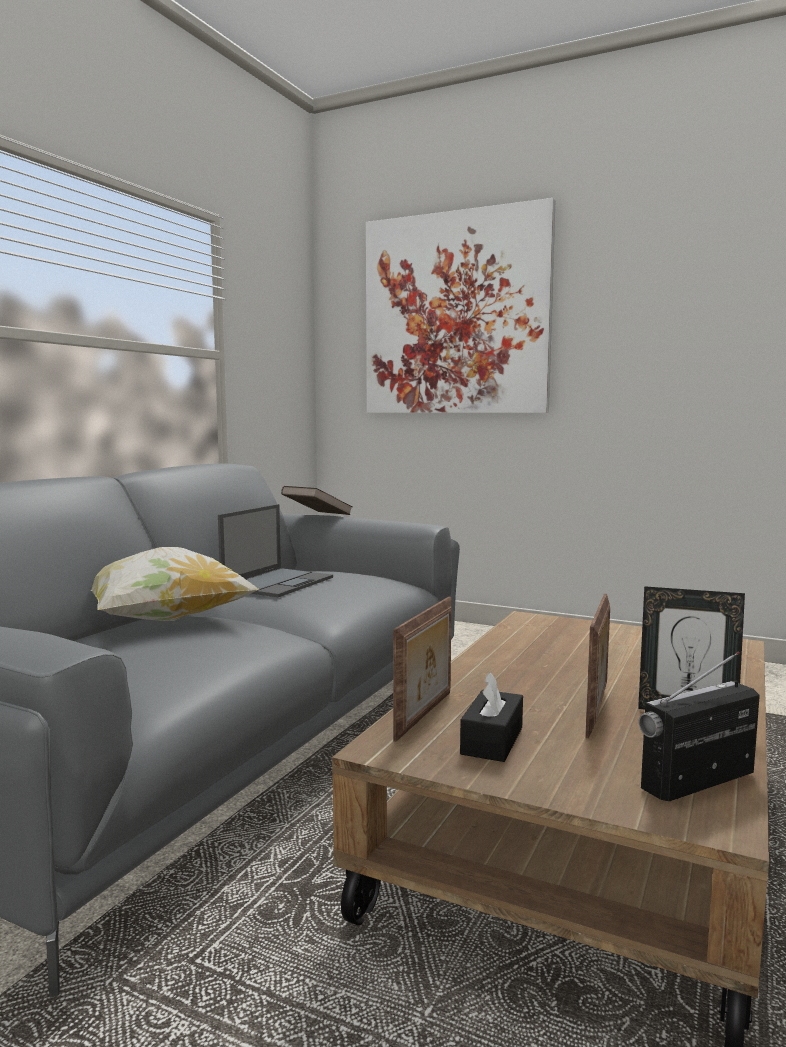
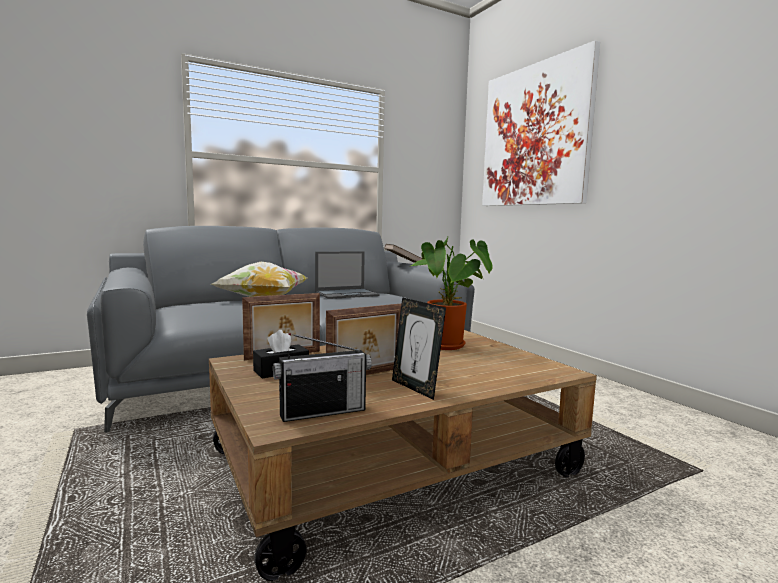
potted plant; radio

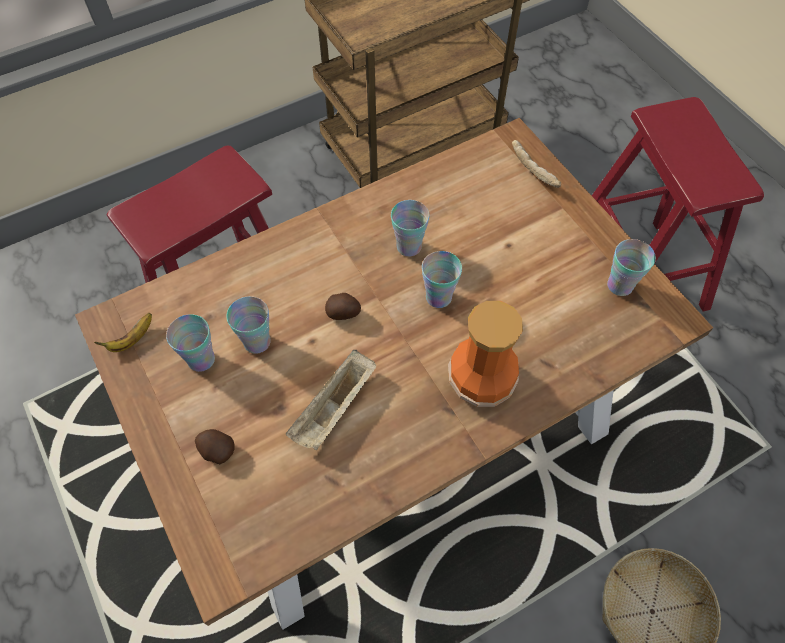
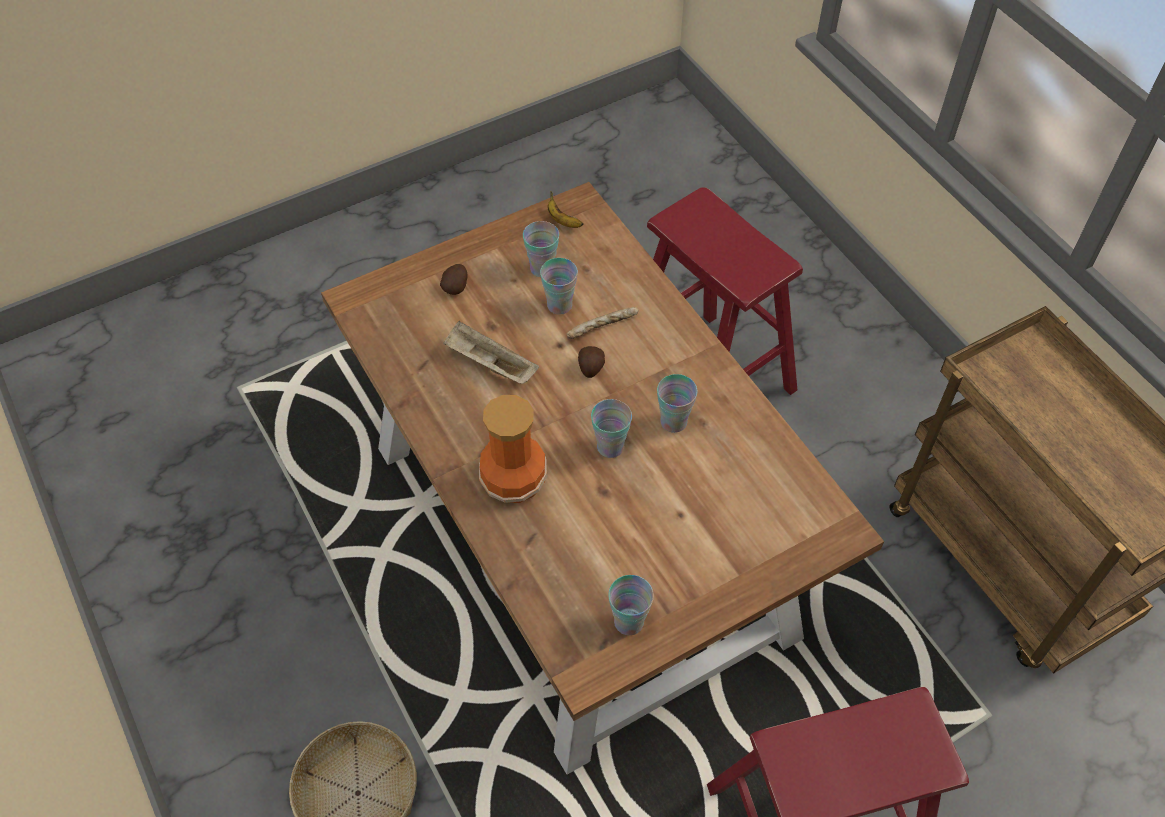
bread

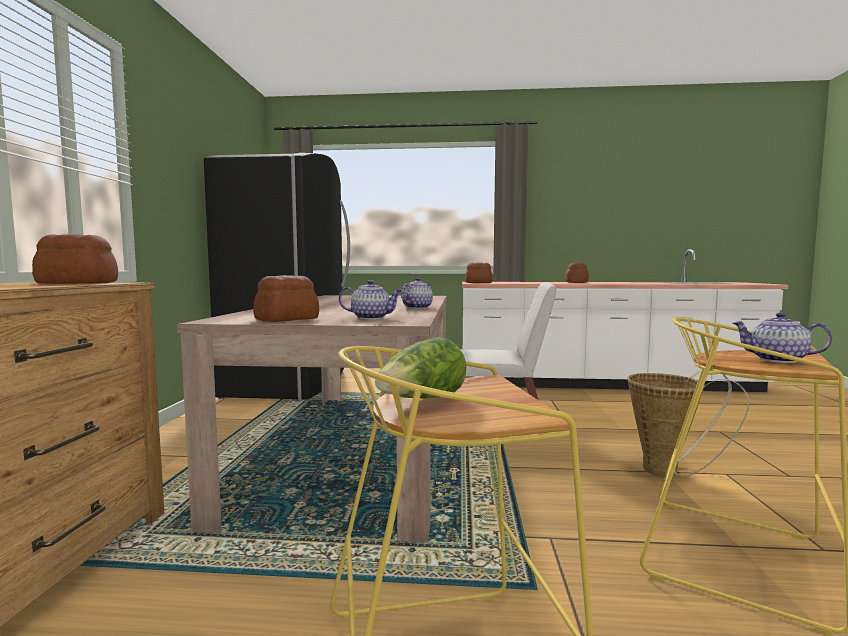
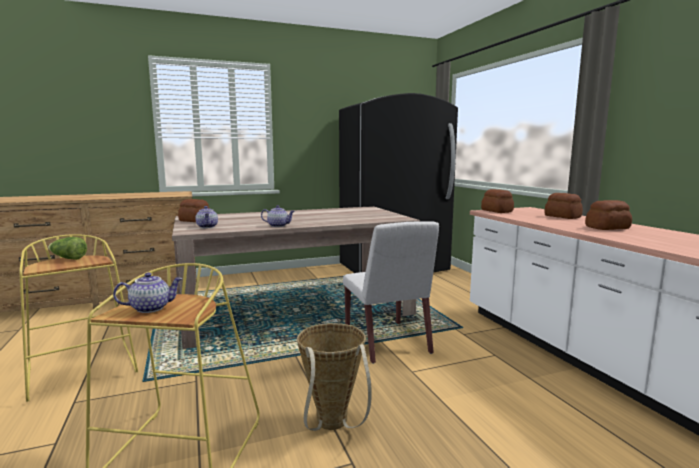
bread (no. 3 from left); teapot (no. 1 from left)

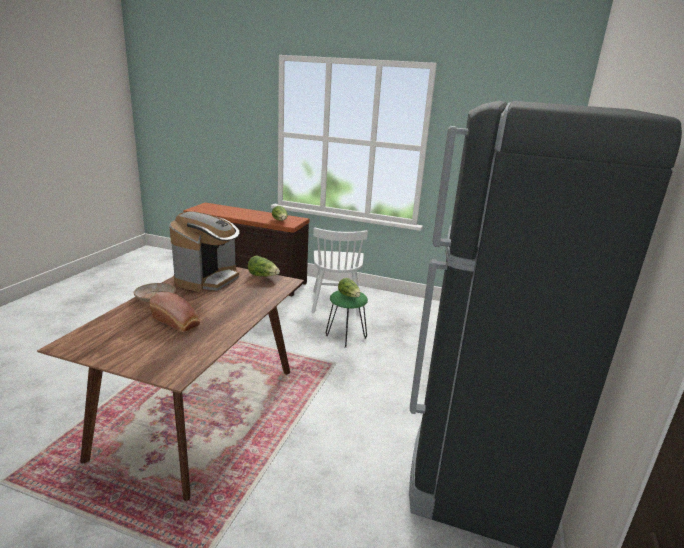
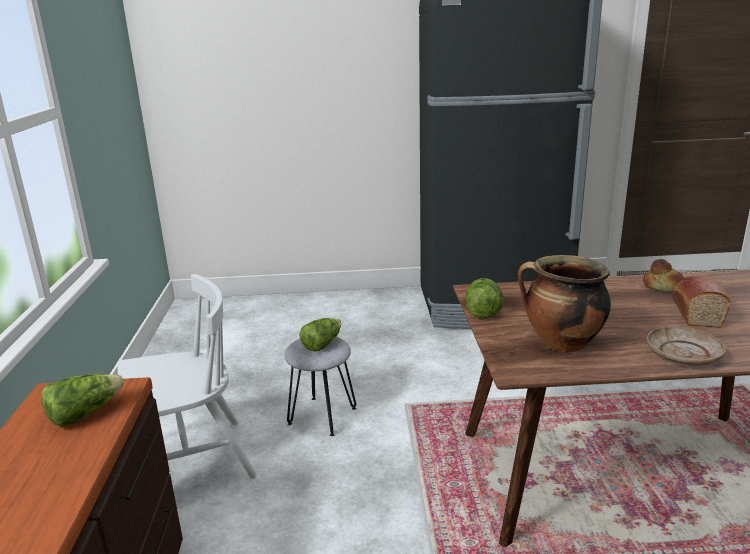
bread (no. 1 from left); cooking pot; stool (grey)

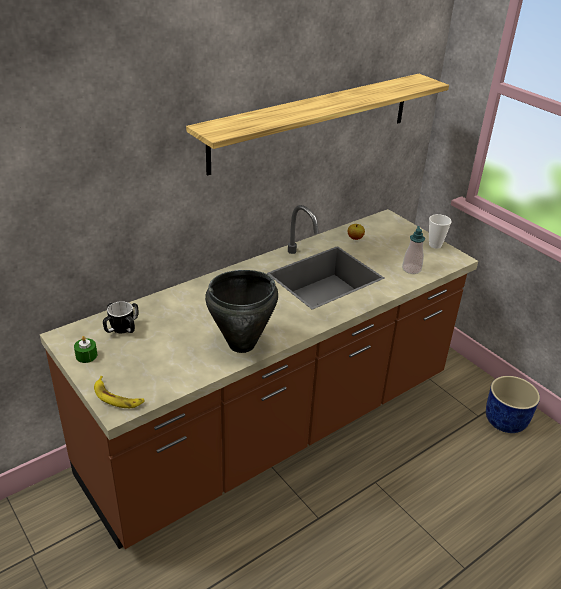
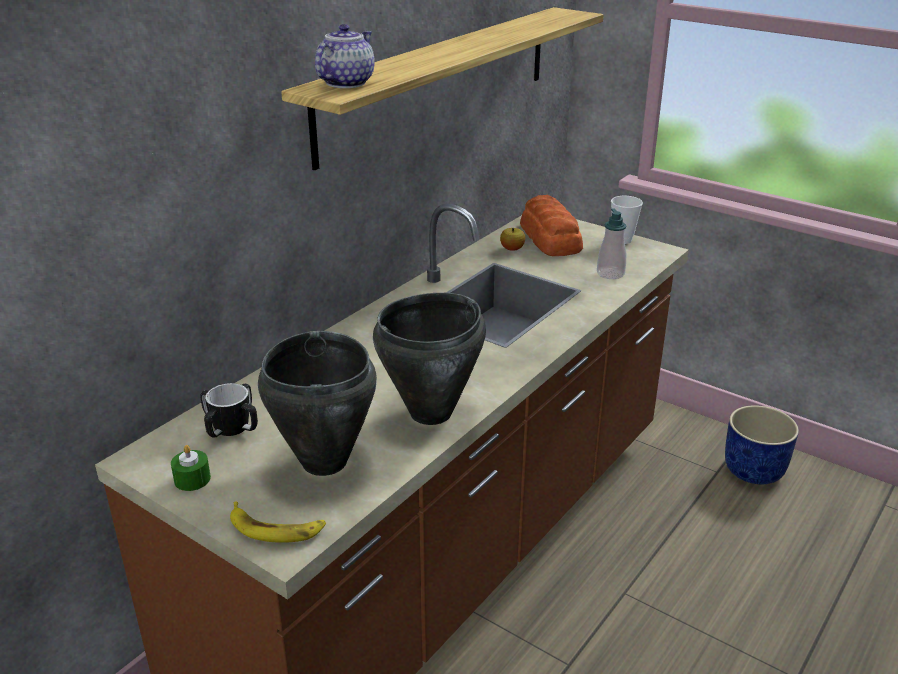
cooking pot (black) (no. 1 from left); teapot; bread

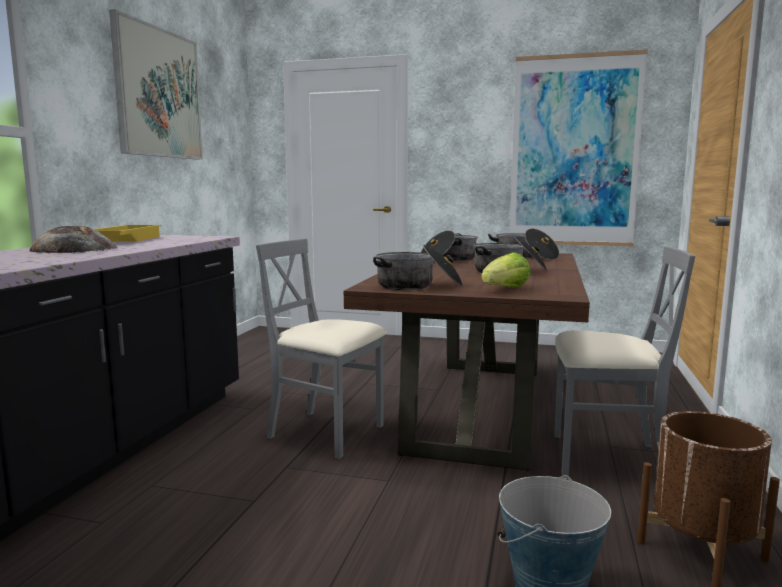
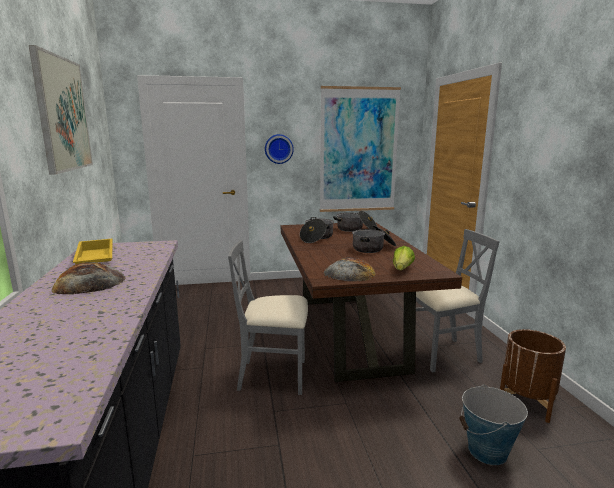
wall clock; bread (no. 2 from left)

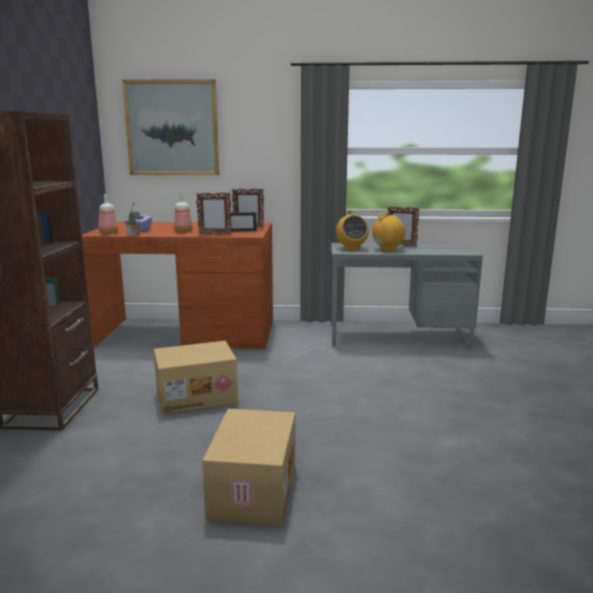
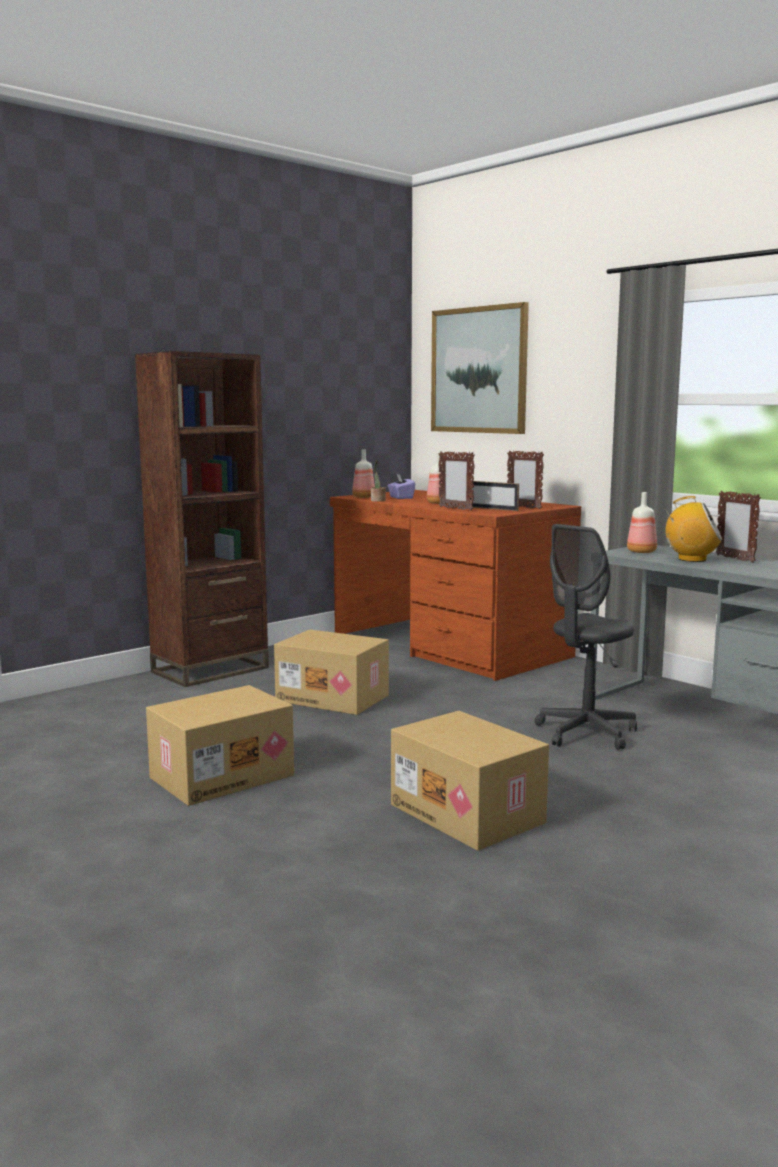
cardboard box (no. 3 from left); office chair (grey); bottle (no. 3 from left)

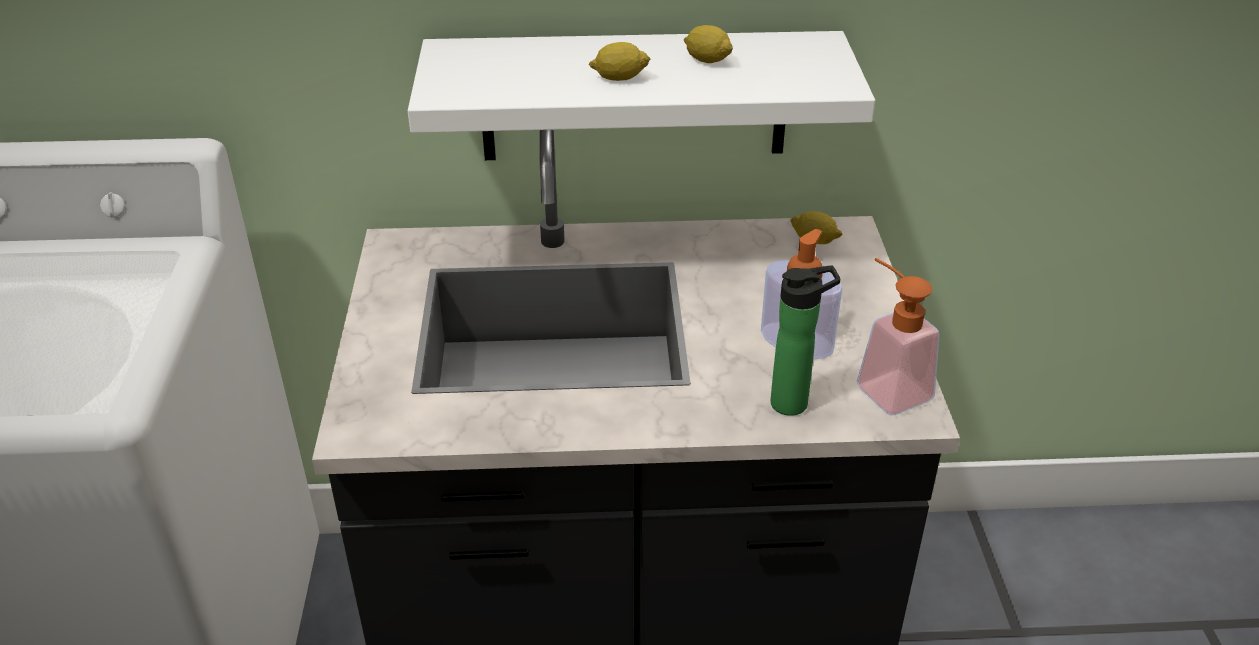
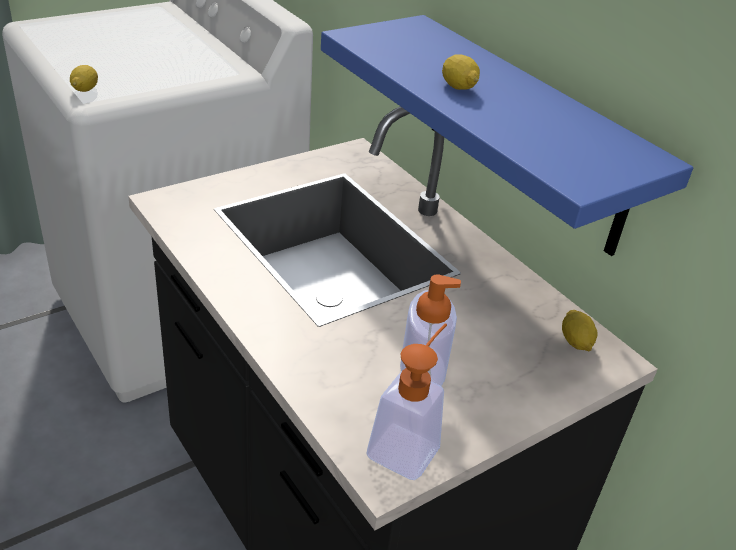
bottle; lemon (no. 1 from left); shelf (blue)

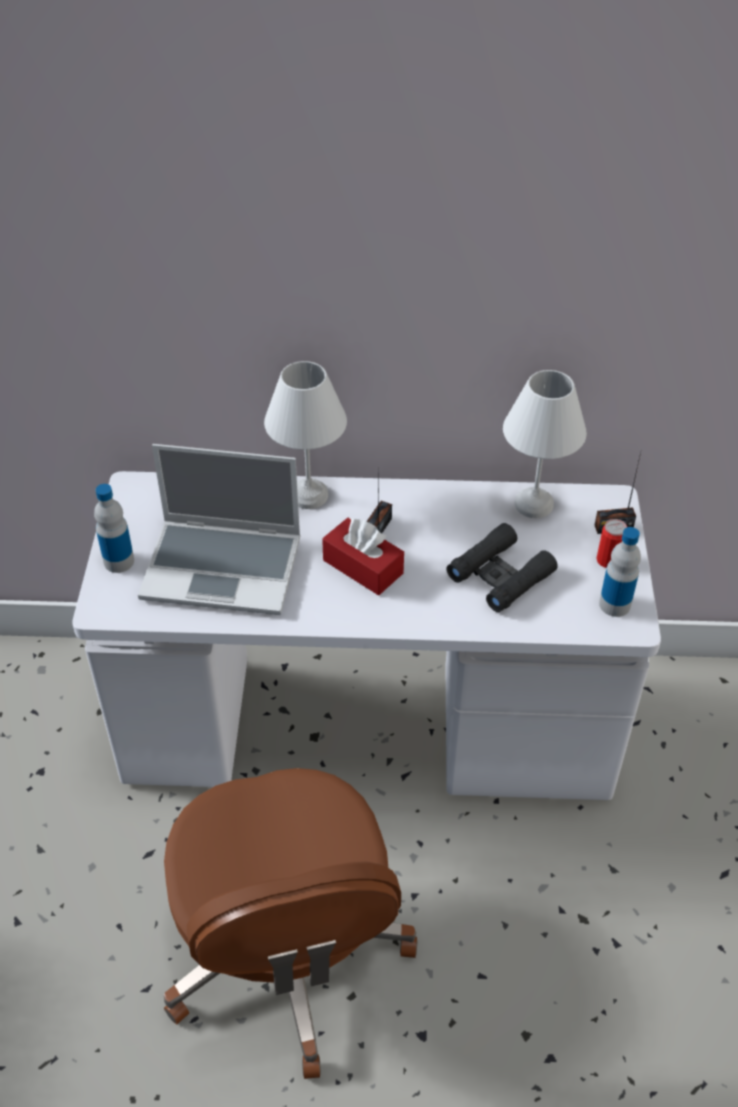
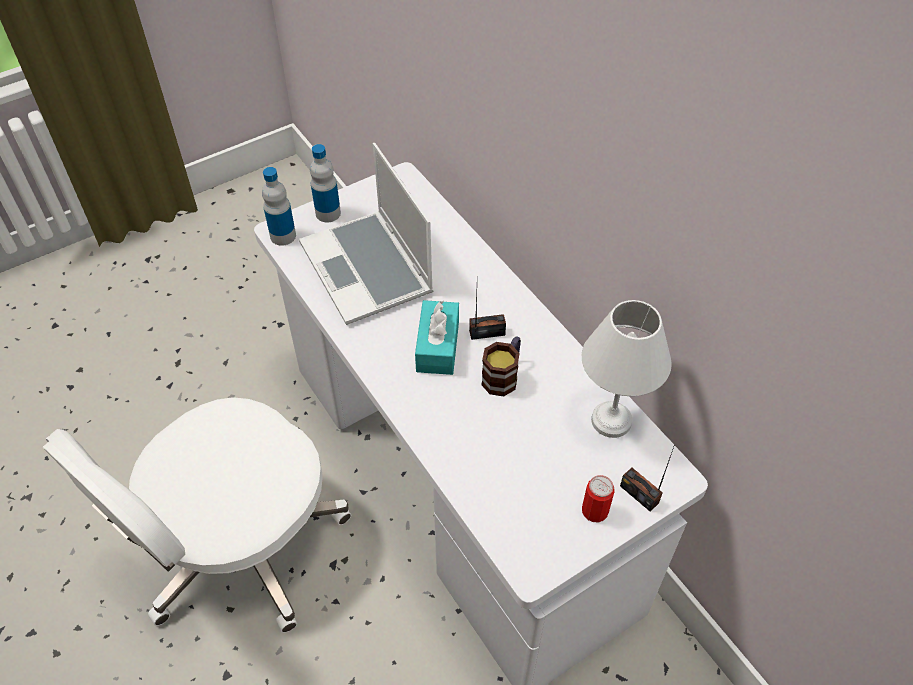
table lamp (white) (no. 1 from left in the first image); binoculars (black); mug; bottle (no. 1 from left); office chair (white); tissue box (turquoise)

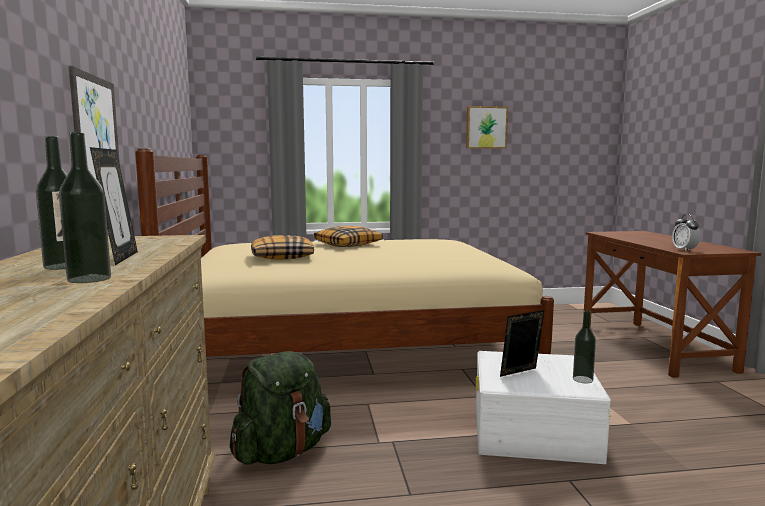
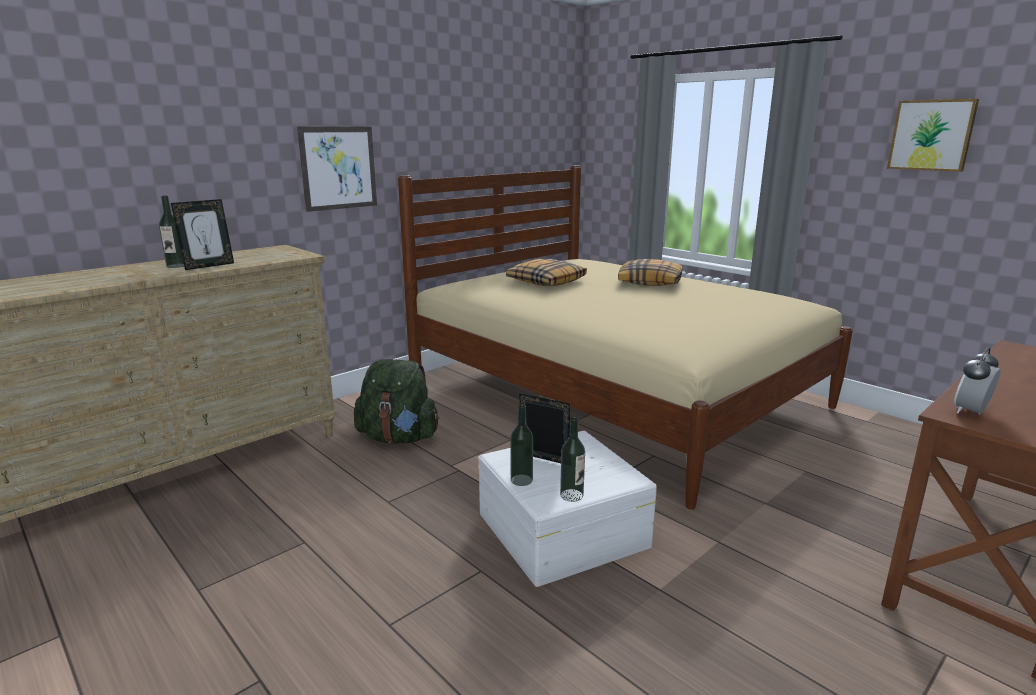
bottle (no. 2 from left)

